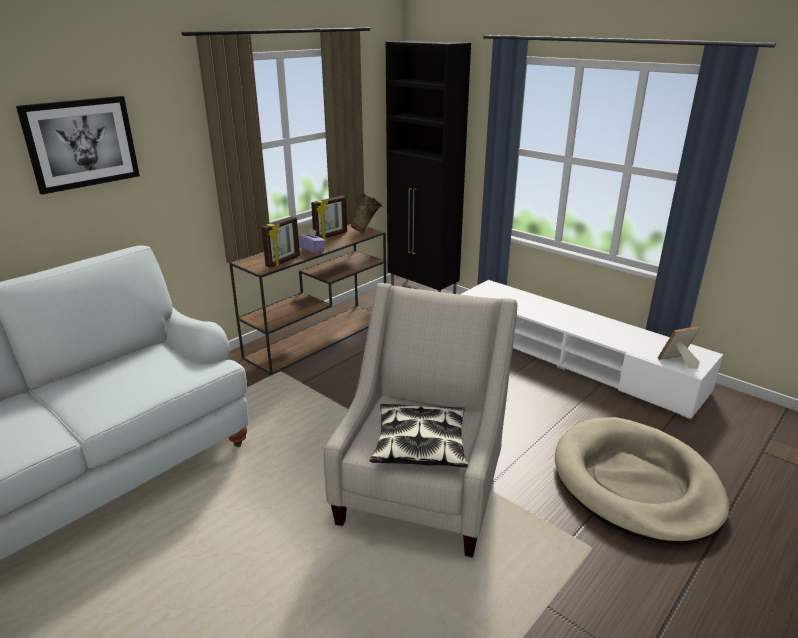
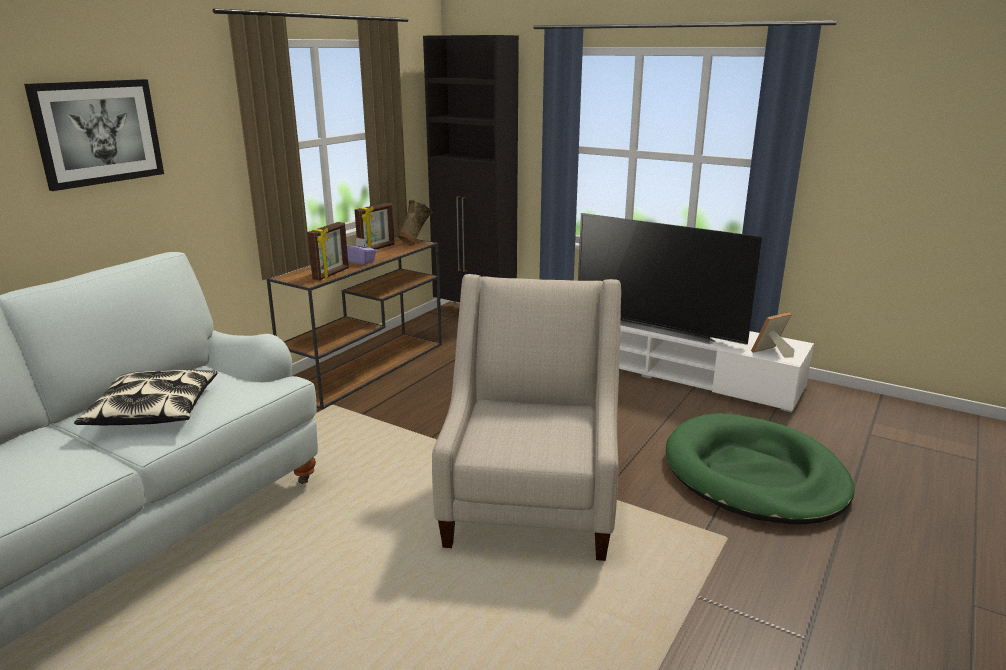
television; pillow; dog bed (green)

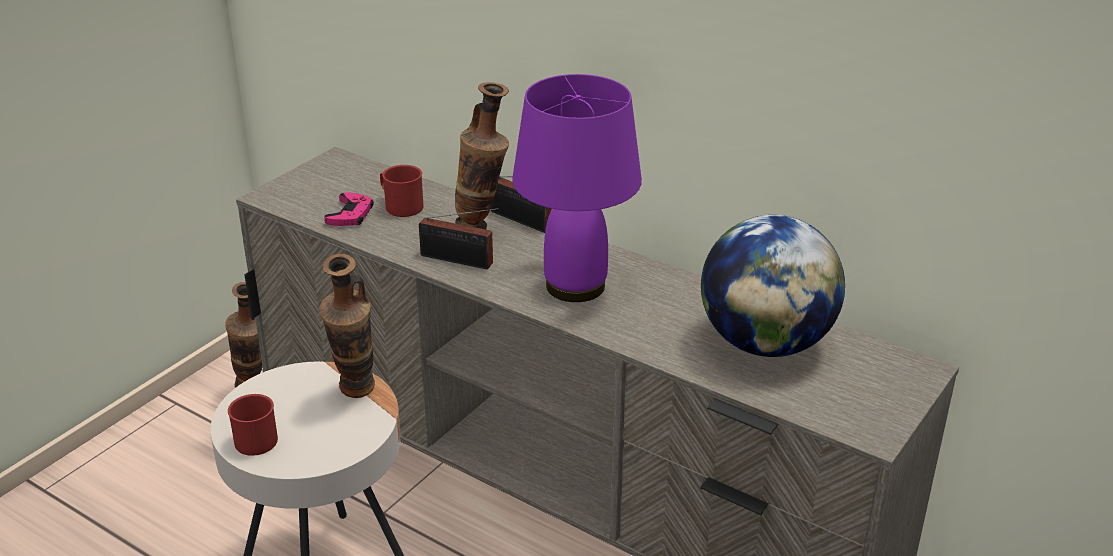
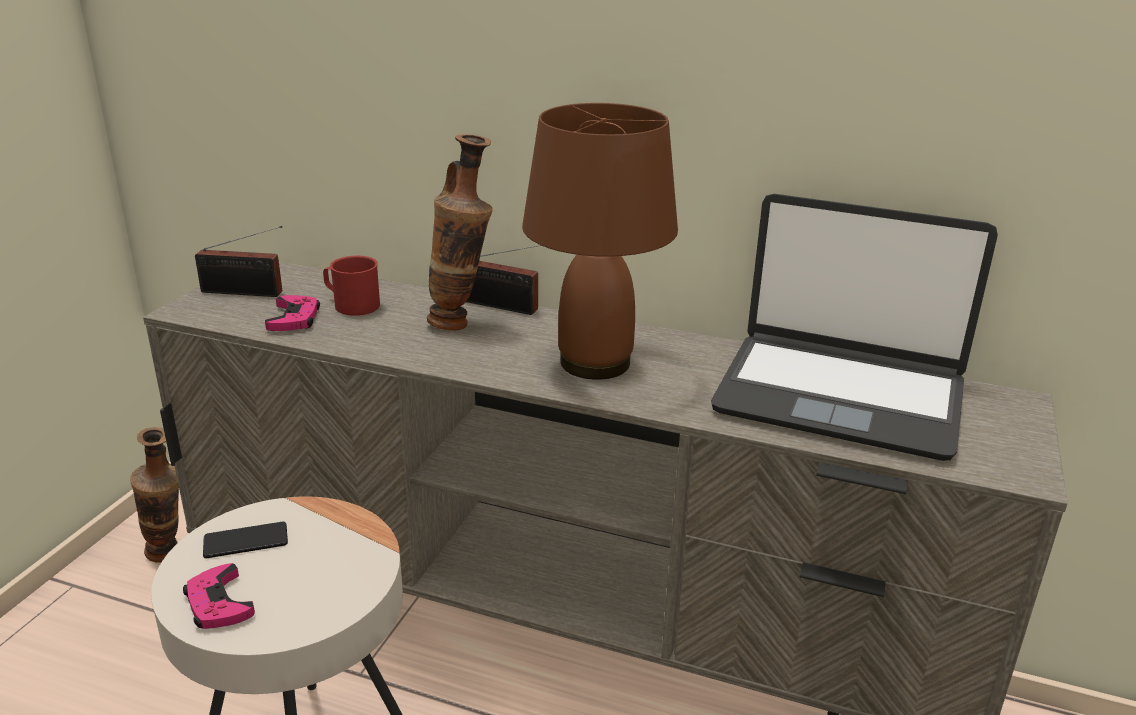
vase (no. 2 from left in the first image); phone; radio (no. 1 from left); game controller (pink) (no. 1 from left); laptop; table lamp (brown)

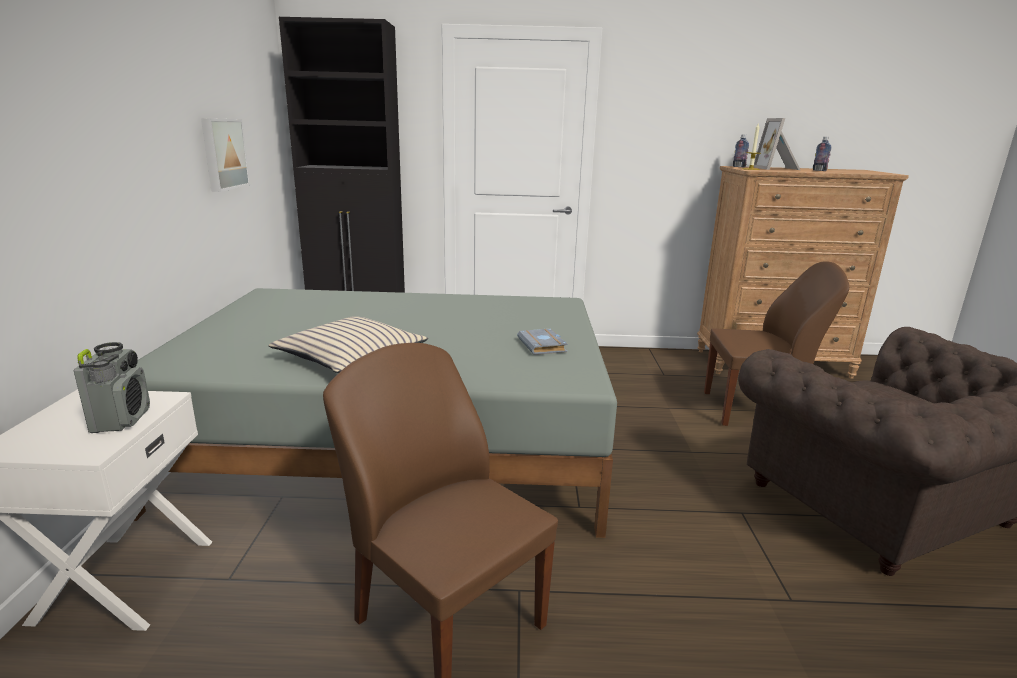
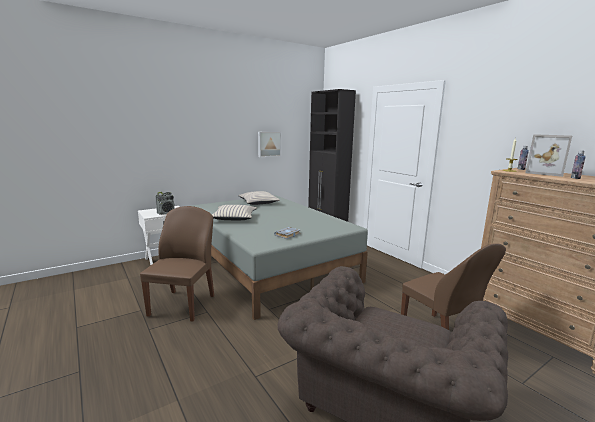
pillow (beige) (no. 2 from left); picture frame

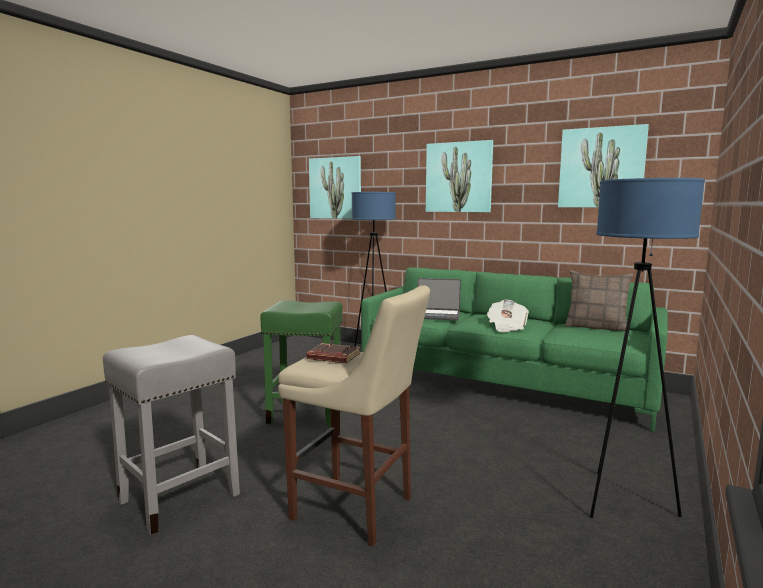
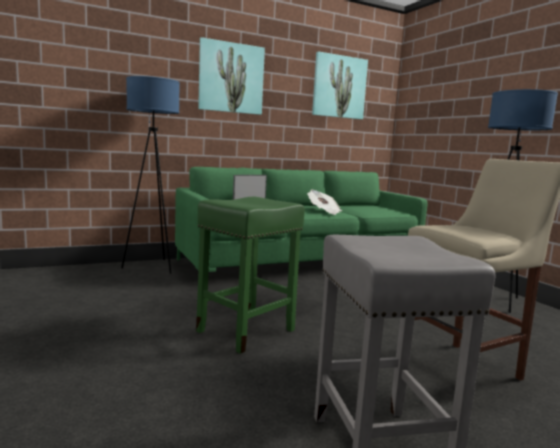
book (brown); picture (no. 1 from left in the first image); pillow

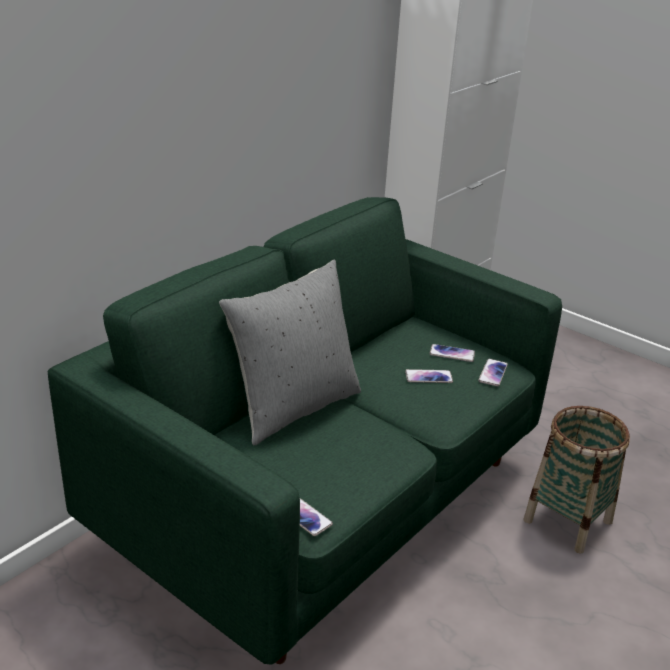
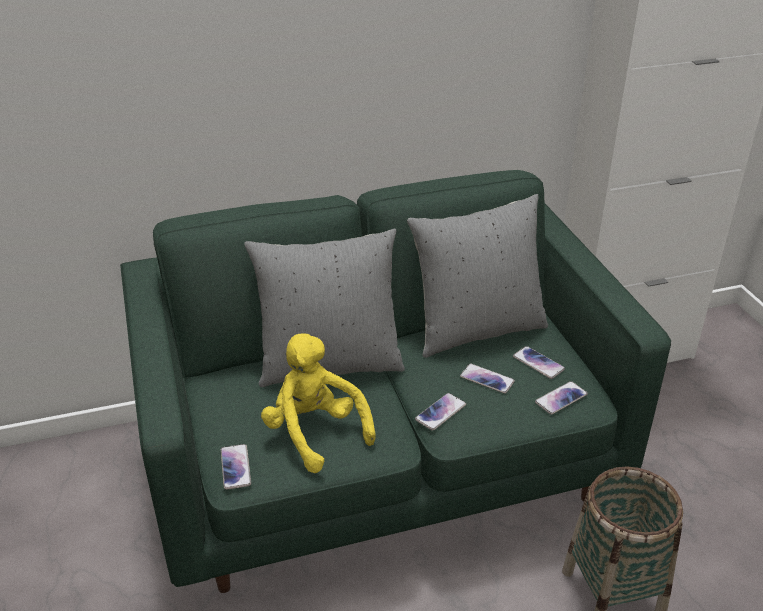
plush toy (yellow); pillow (grey) (no. 2 from left); phone (no. 2 from left)

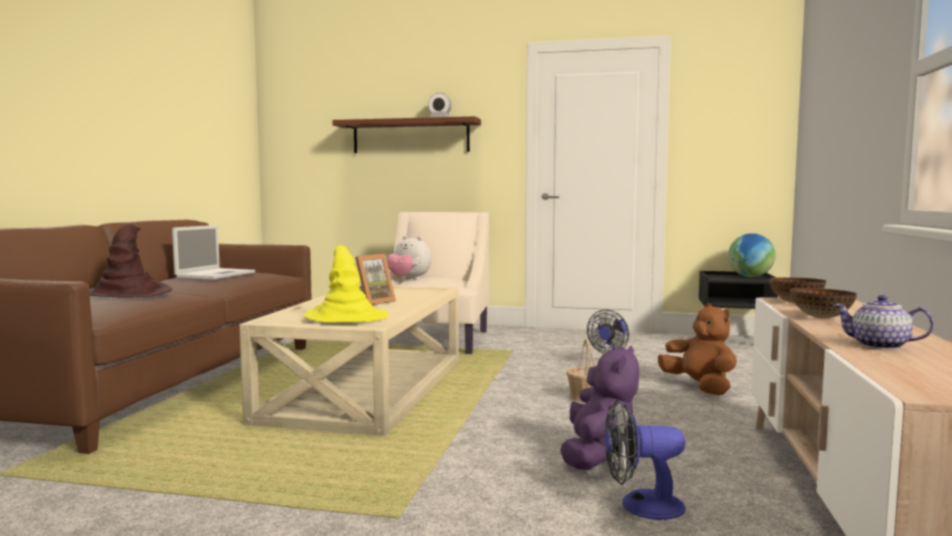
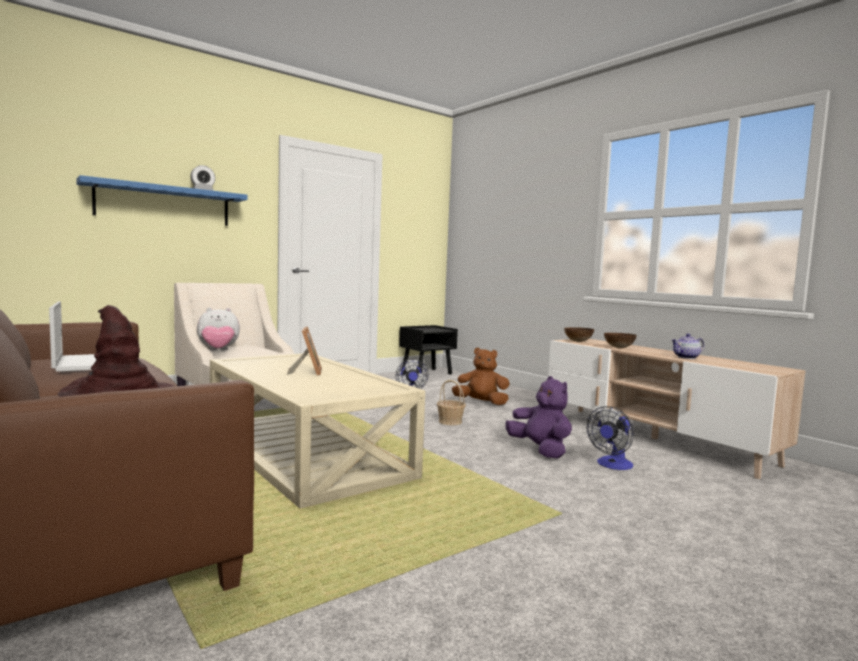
hat (yellow); globe; shelf (blue)

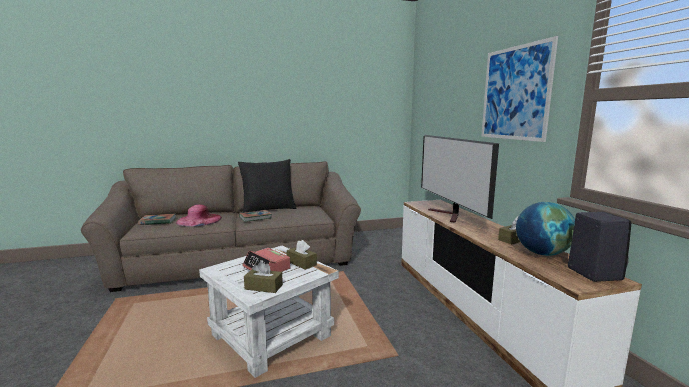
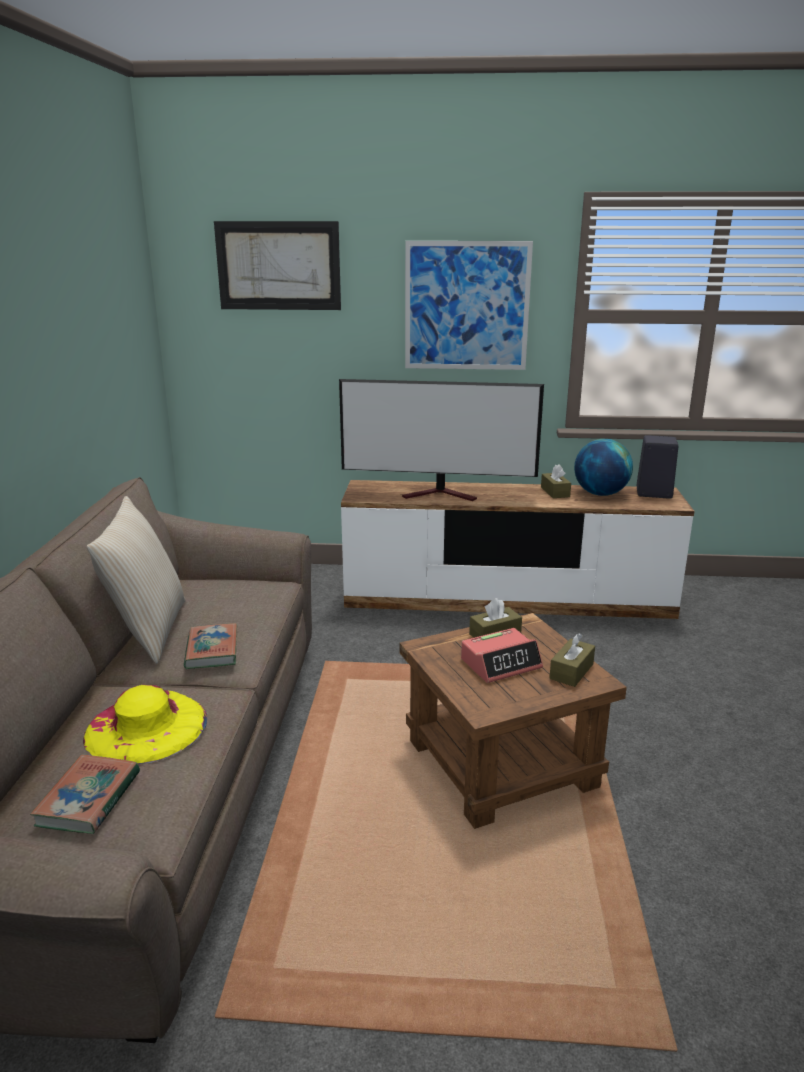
picture (no. 1 from left); hat (yellow); side table (brown); pillow (beige)

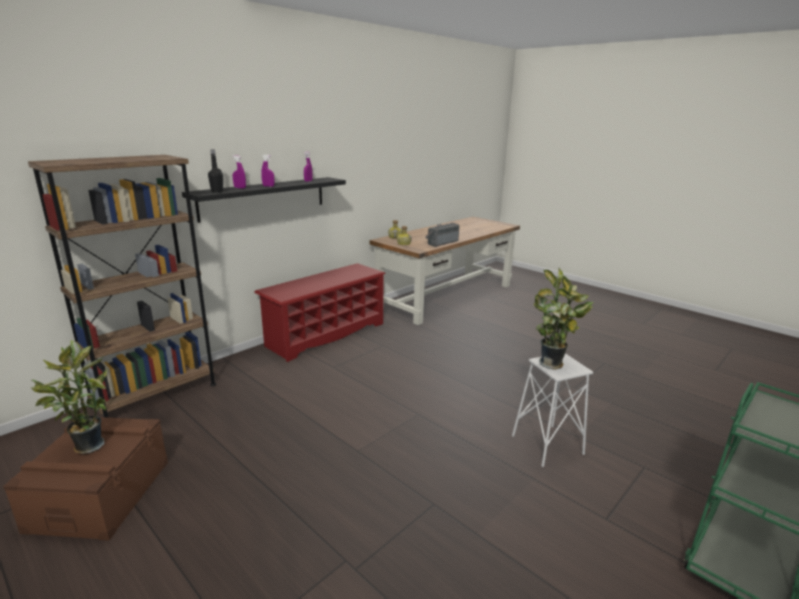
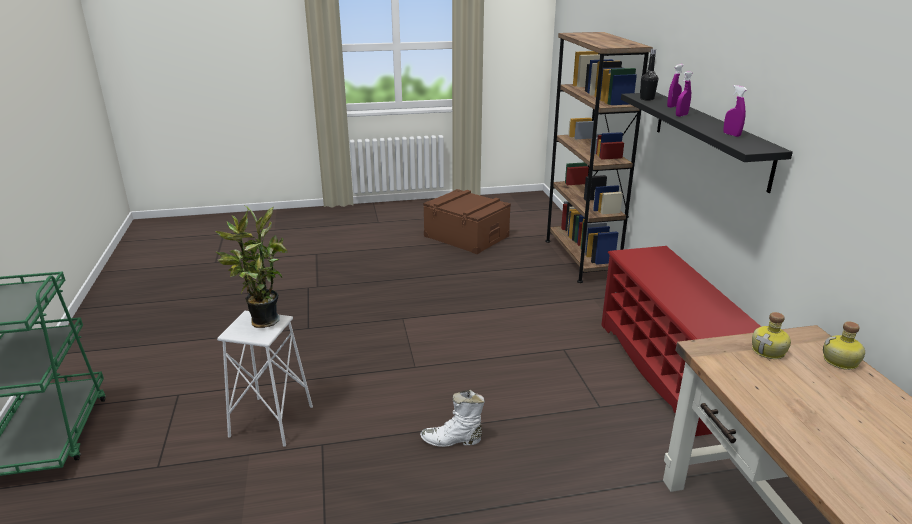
potted plant (no. 1 from left in the first image); radio; boot (white)

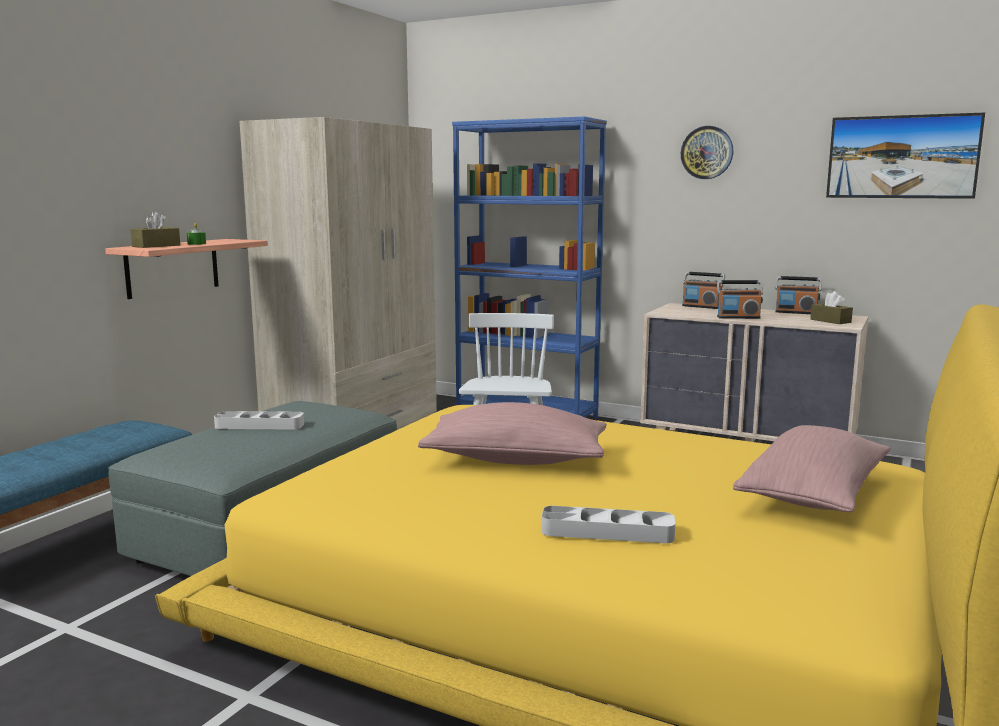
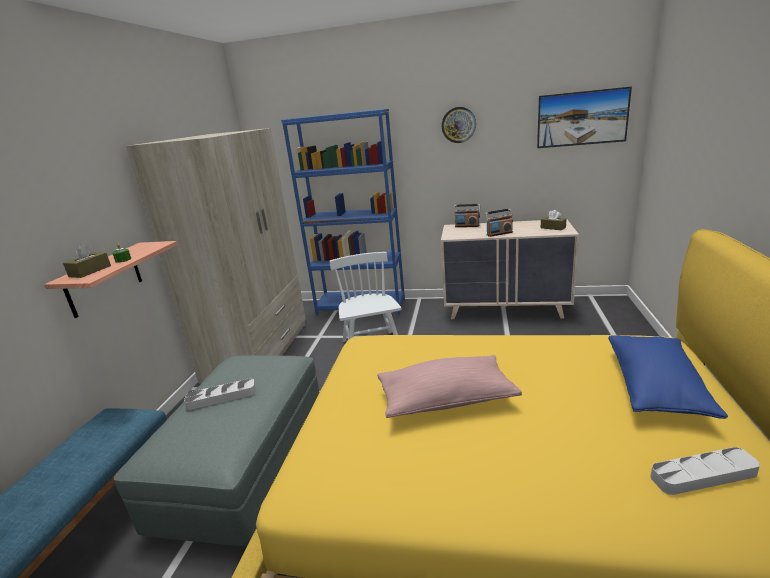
radio (no. 3 from left in the first image); tray (grey) (no. 2 from left); pillow (blue)

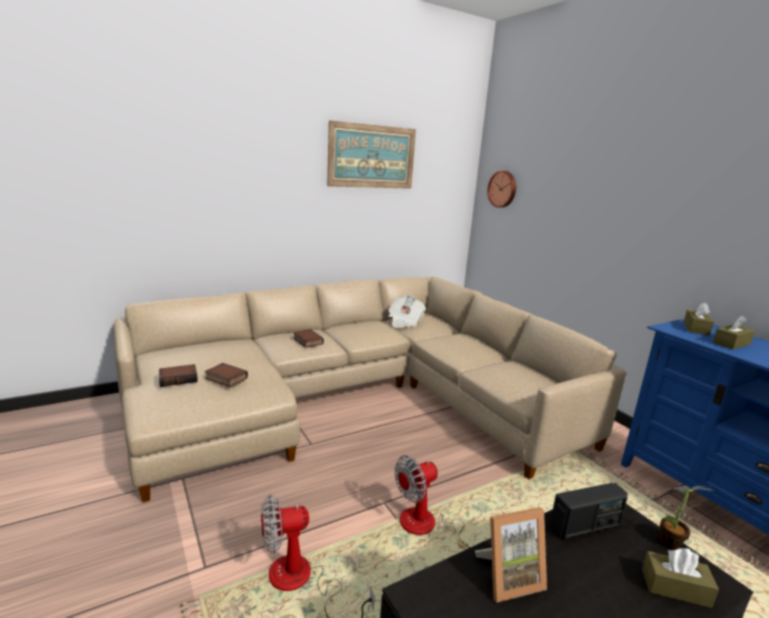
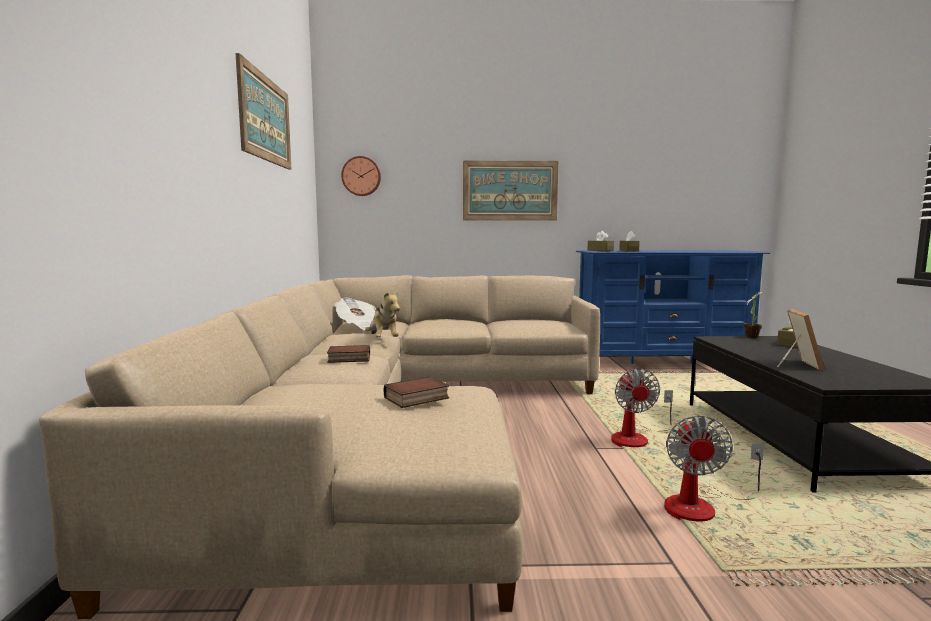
book (no. 1 from left in the first image); radio; plush toy; picture (no. 2 from left)

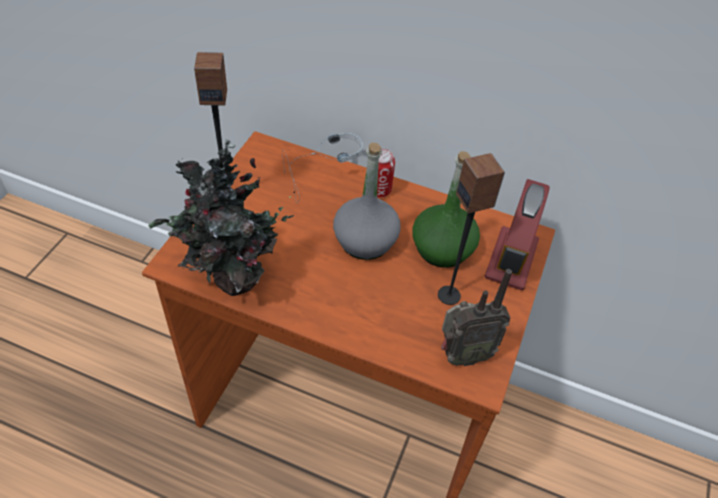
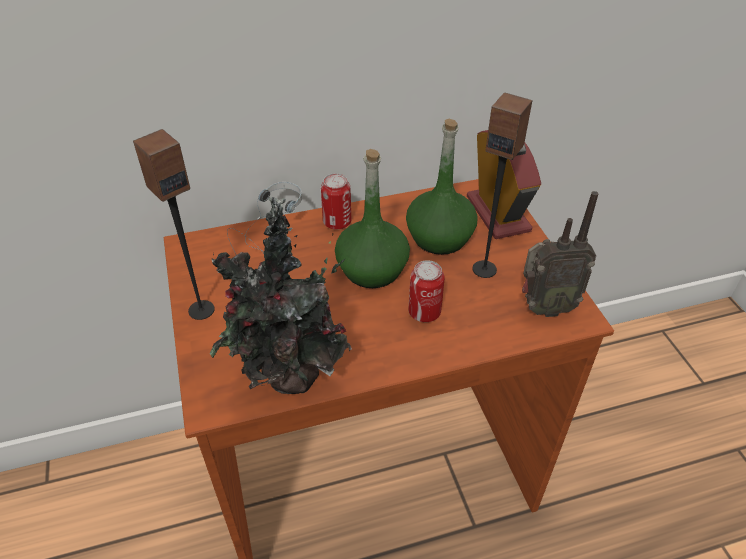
can (no. 2 from left); bottle (green) (no. 1 from left); radio

